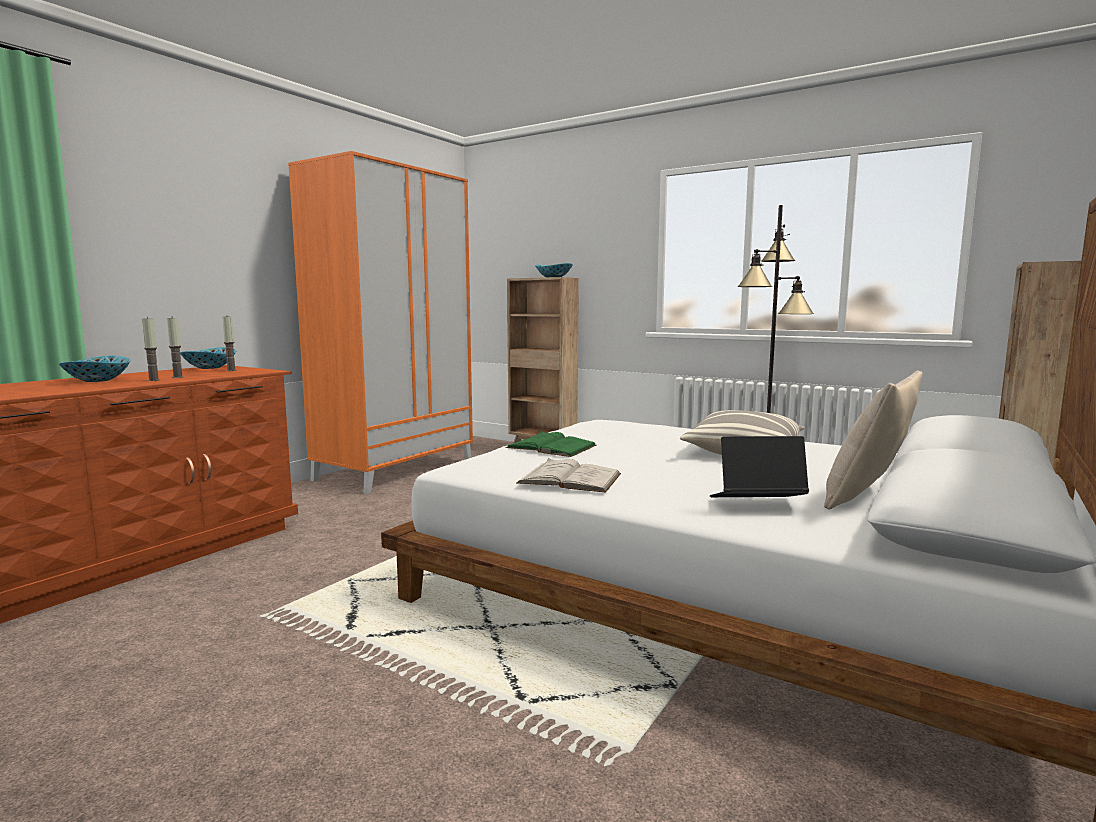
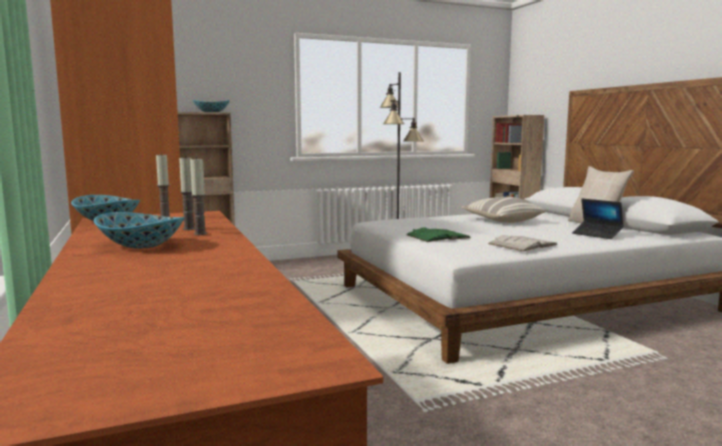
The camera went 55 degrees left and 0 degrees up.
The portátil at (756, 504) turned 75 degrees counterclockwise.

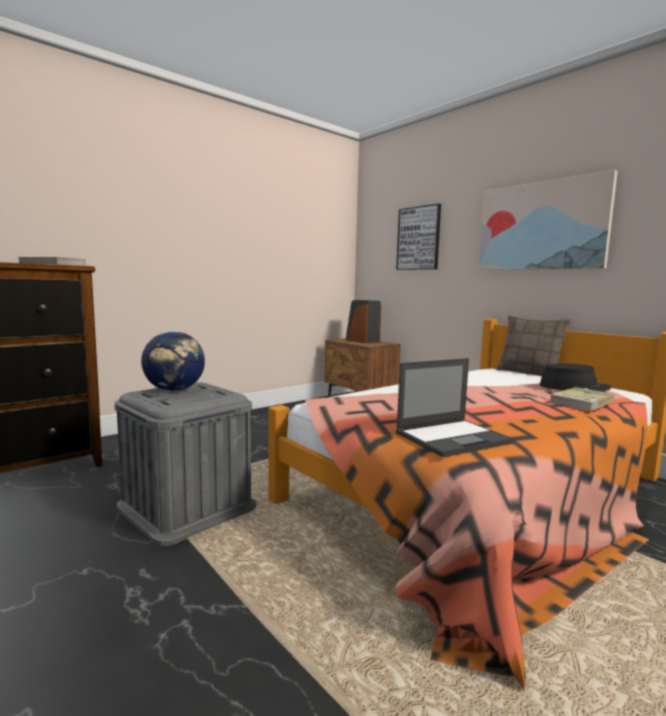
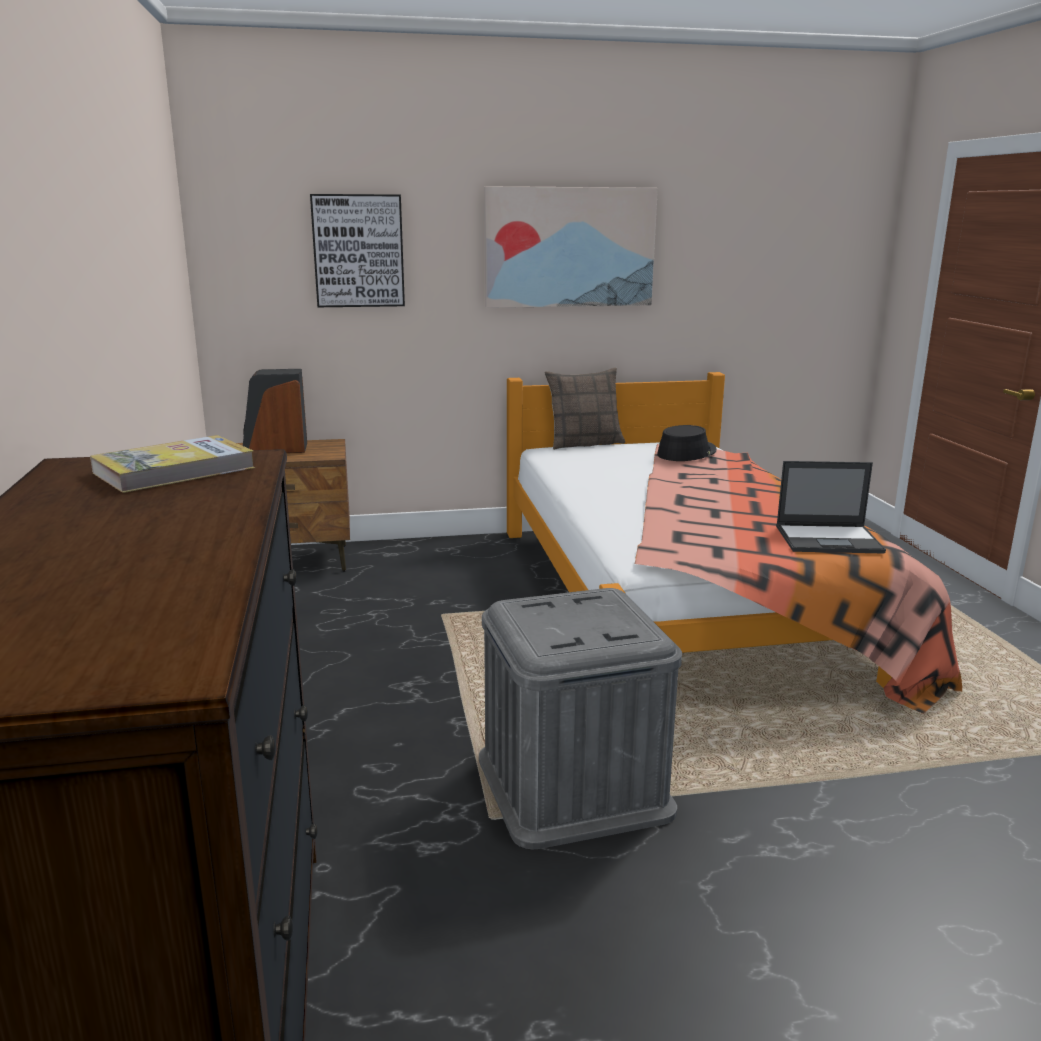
The camera went 60 degrees left and 10 degrees up.
The globo terráqueo at (175, 390) disappeared.
The libro at (582, 402) disappeared.
The portátil at (454, 437) turned 90 degrees clockwise.

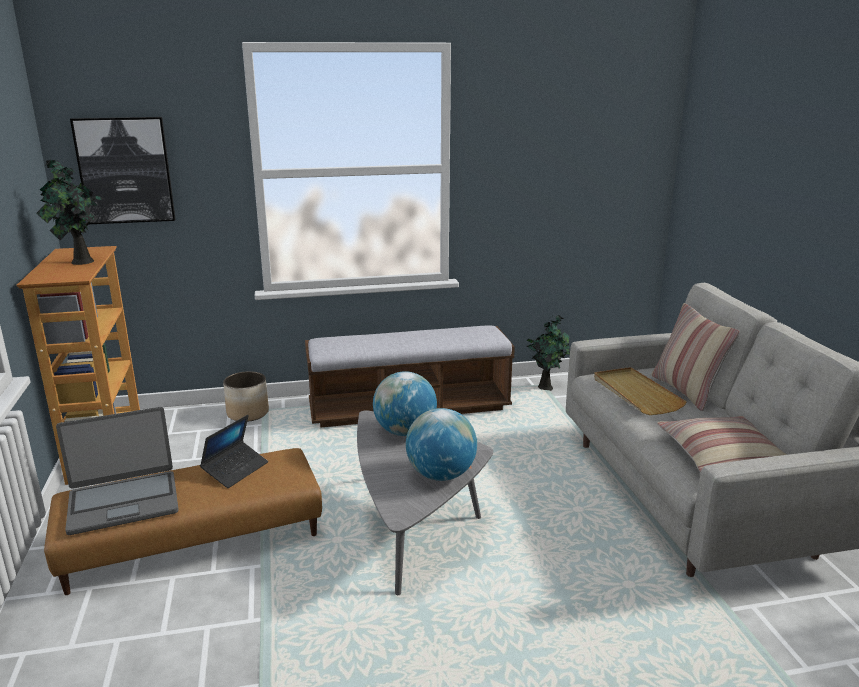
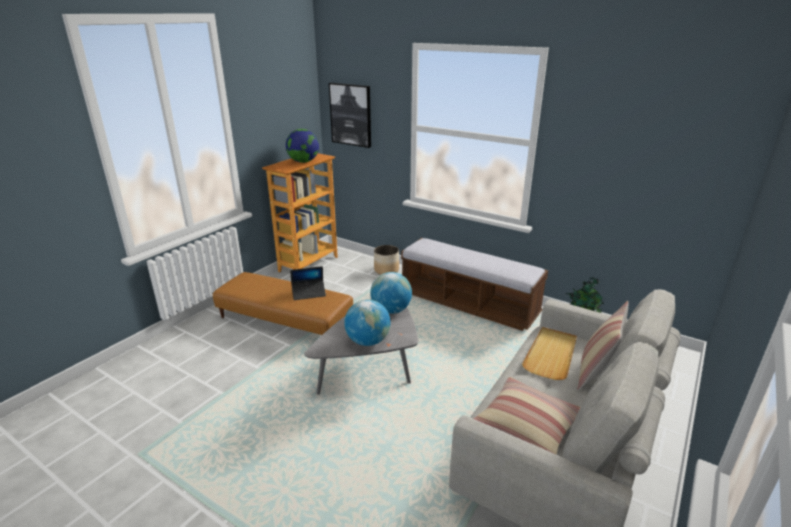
The camera went 45 degrees right and 5 degrees up.
The portátil at (123, 502) disappeared.
The planta en maceta at (80, 262) was replaced by the globo terráqueo at (303, 162).

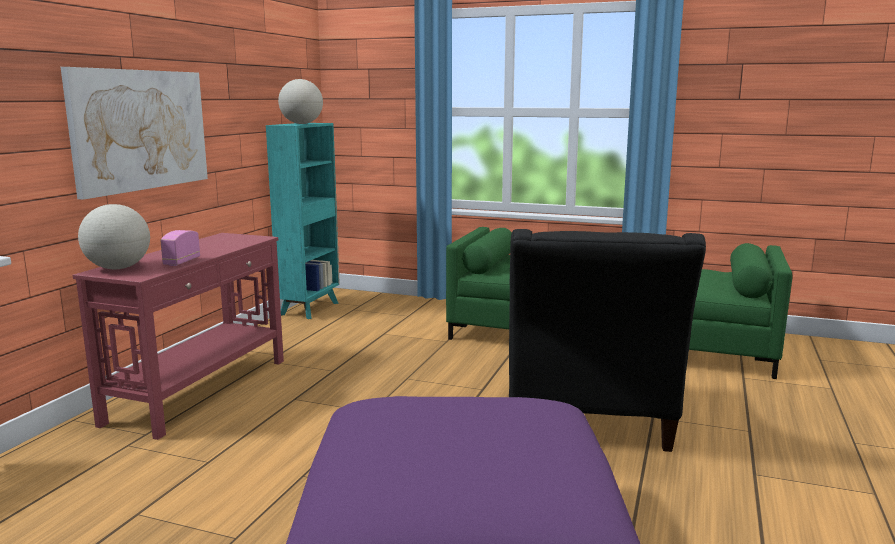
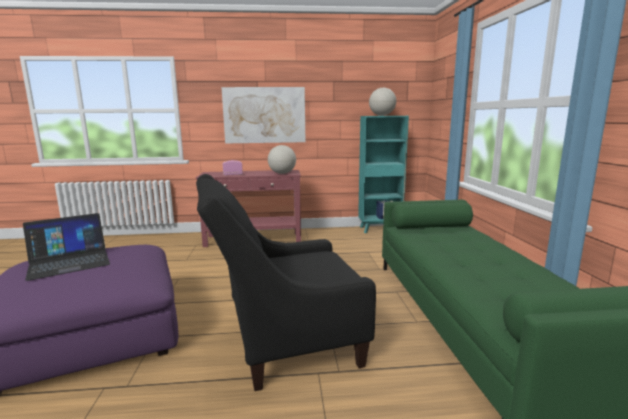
The camera went 65 degrees right and 0 degrees up.
The portátil at (69, 262) appeared.
The globo terráqueo moved from (118, 268) to (282, 173).

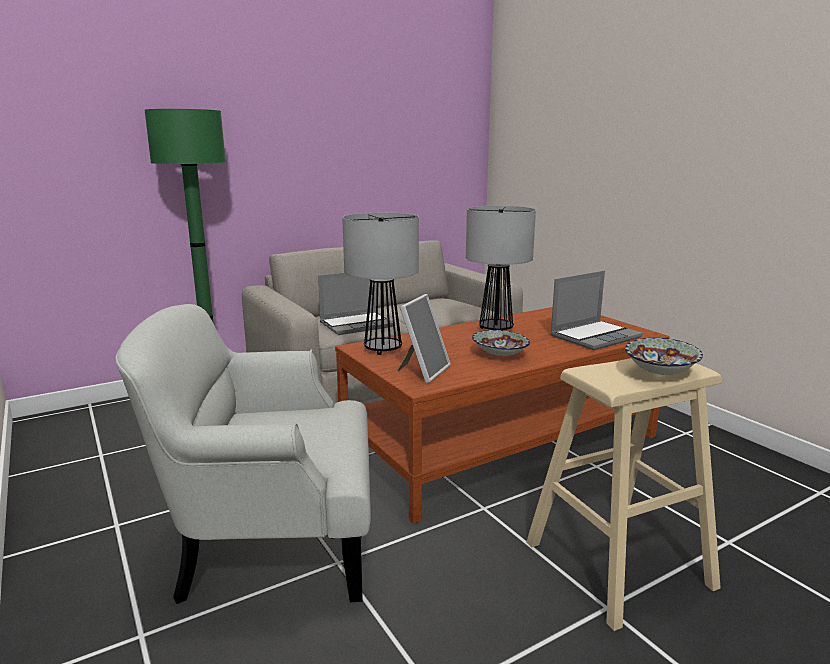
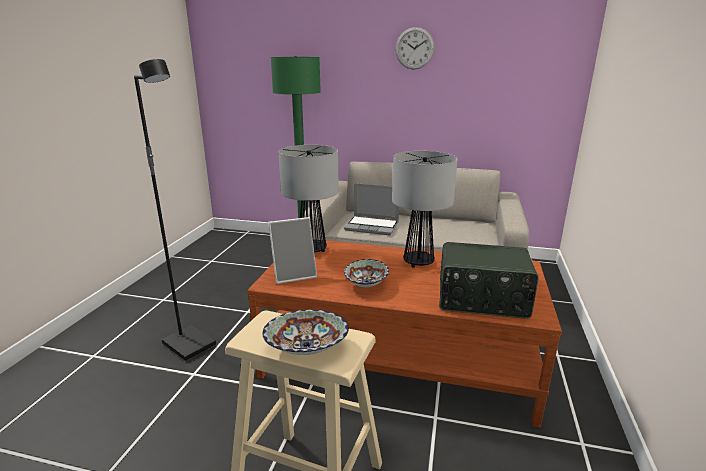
The camera went 45 degrees right and 5 degrees up.
The reloj de pared at (414, 48) appeared.
The sillón/blanco at (272, 542) was replaced by the lámpara de pie/negro at (190, 344).
The portátil at (595, 336) was replaced by the radio at (482, 300).

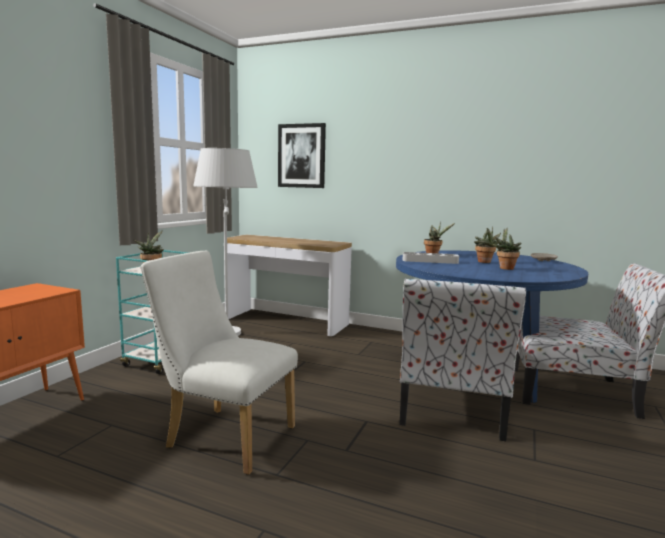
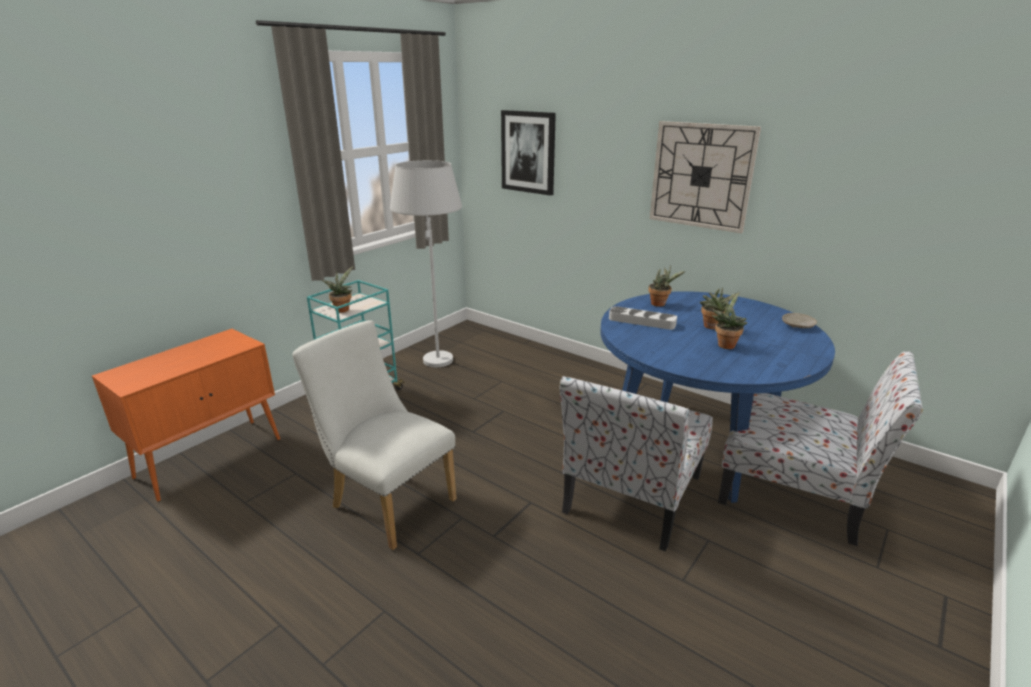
The camera went 15 degrees right and 15 degrees up.
The mesa consola at (286, 322) disappeared.
The reloj de pared at (701, 176) appeared.

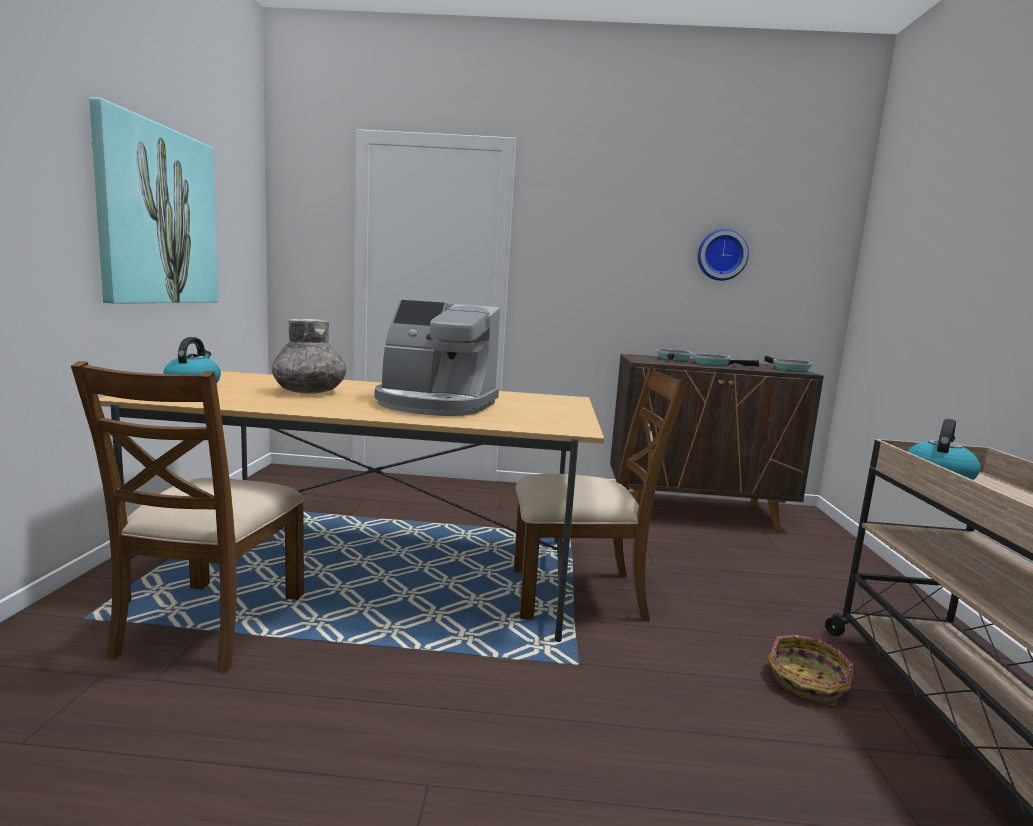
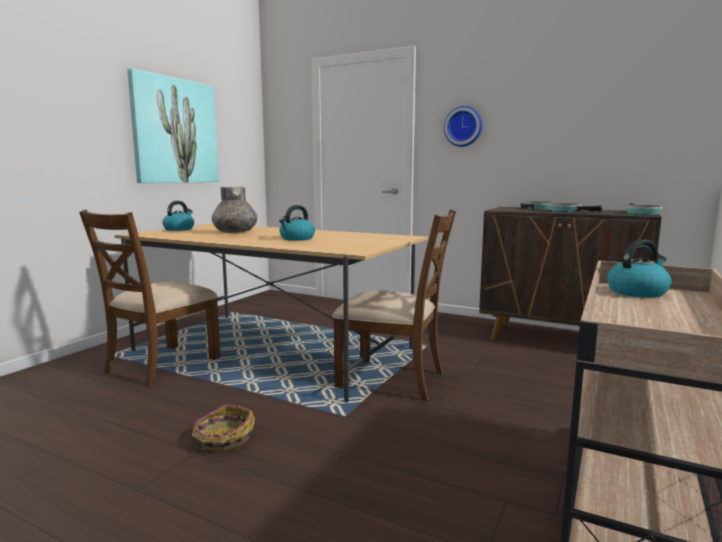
The camera went 25 degrees right and 0 degrees up.
The reloj de pared moved from (721, 255) to (463, 126).
The cesta moved from (806, 683) to (223, 439).
The cafetera at (435, 404) was replaced by the hervidor at (297, 238).

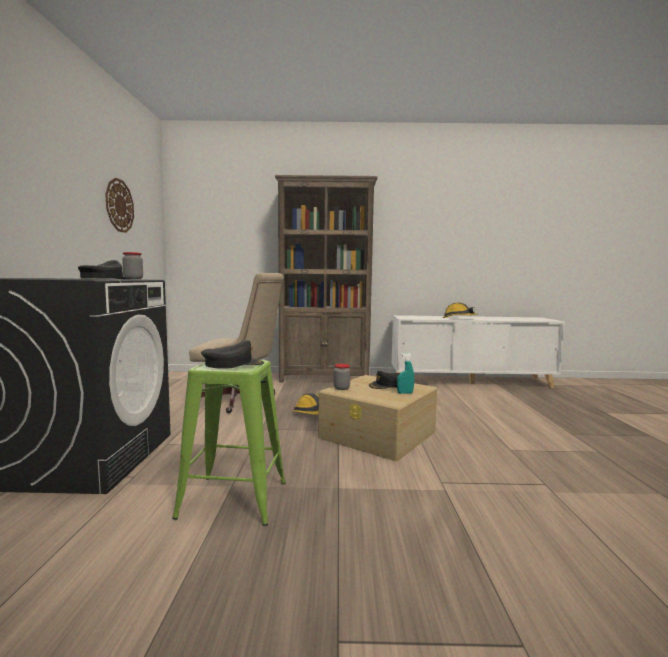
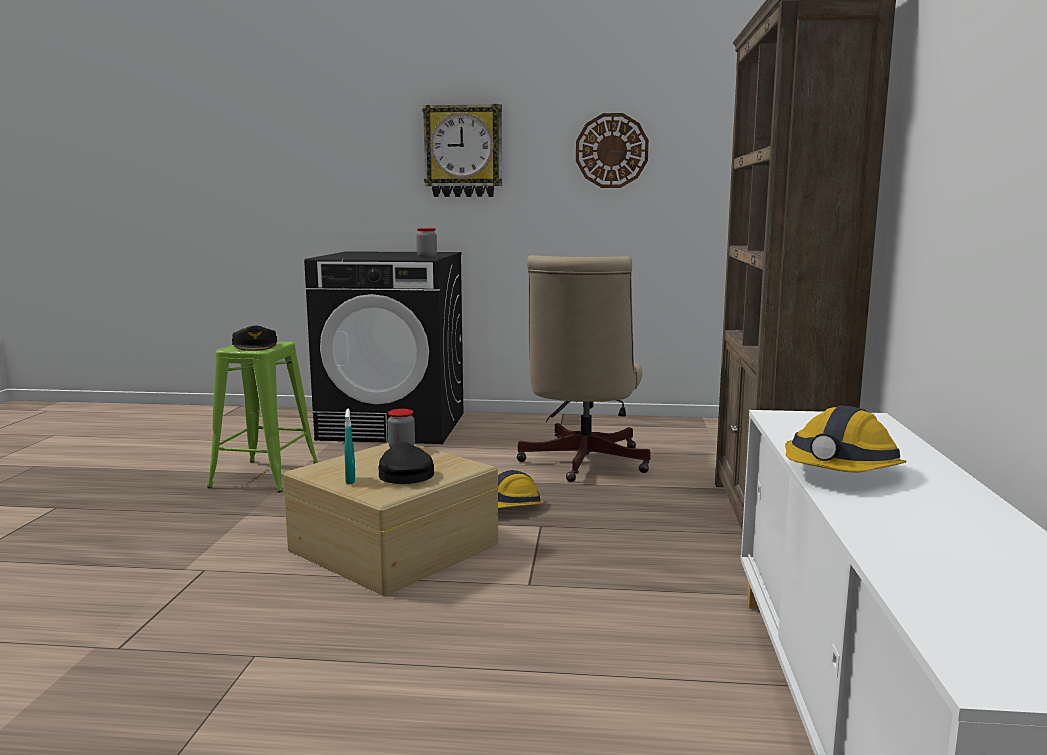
The camera went 95 degrees right and 5 degrees up.
The gorra/negro at (105, 279) disappeared.
The reloj de pared at (463, 151) appeared.

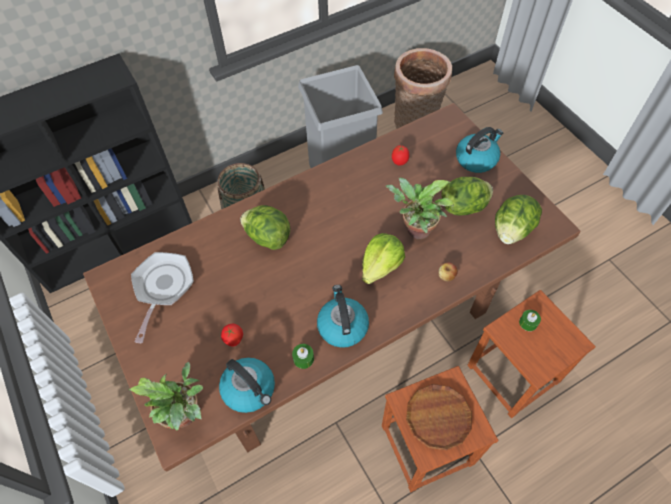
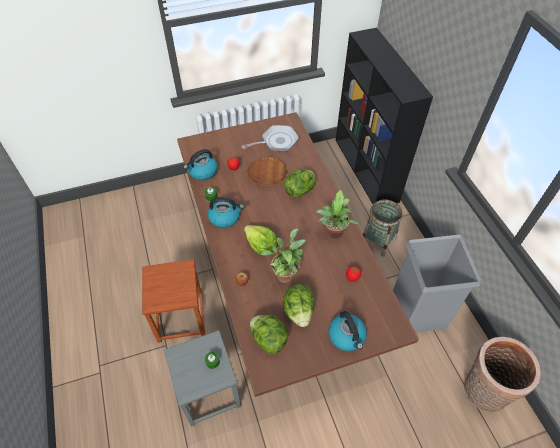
The camera went 100 degrees right and 5 degrees down.
The planta en maceta moved from (186, 414) to (333, 233).
The plato/marrón moved from (438, 417) to (267, 173).
The taburete/marrón at (513, 374) became the taburete/gris at (208, 392).
The sartén at (162, 288) turned 45 degrees counterclockwise.

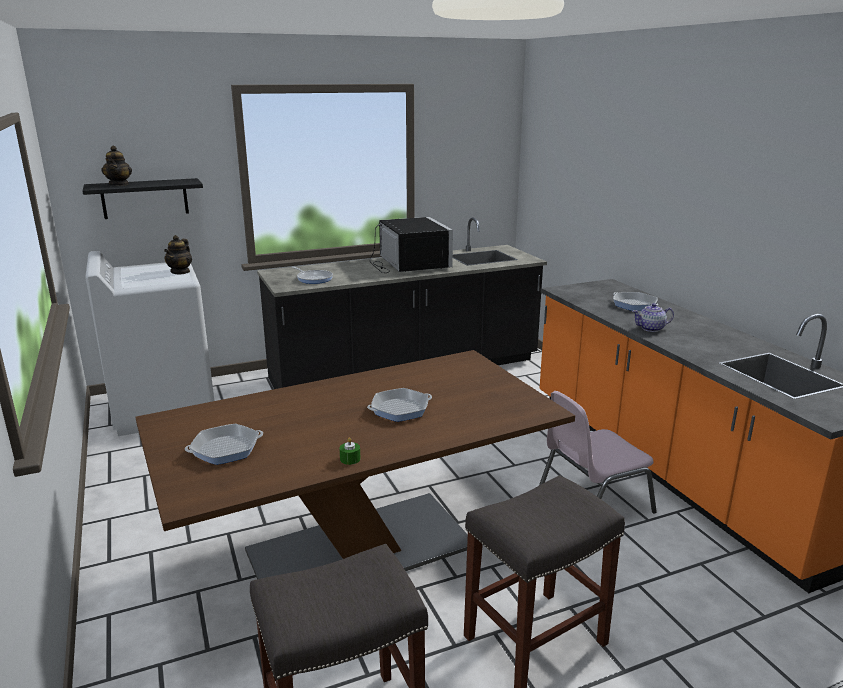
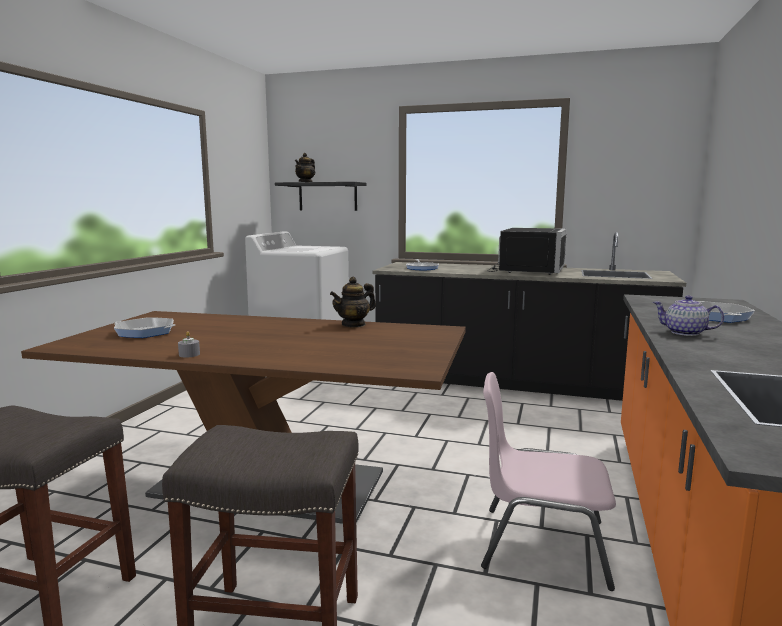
The camera went 40 degrees right and 10 degrees down.
The sartén at (400, 409) disappeared.
The tetera moved from (180, 272) to (354, 324).
The vela/verde at (350, 459) became the vela/gris at (189, 354).

